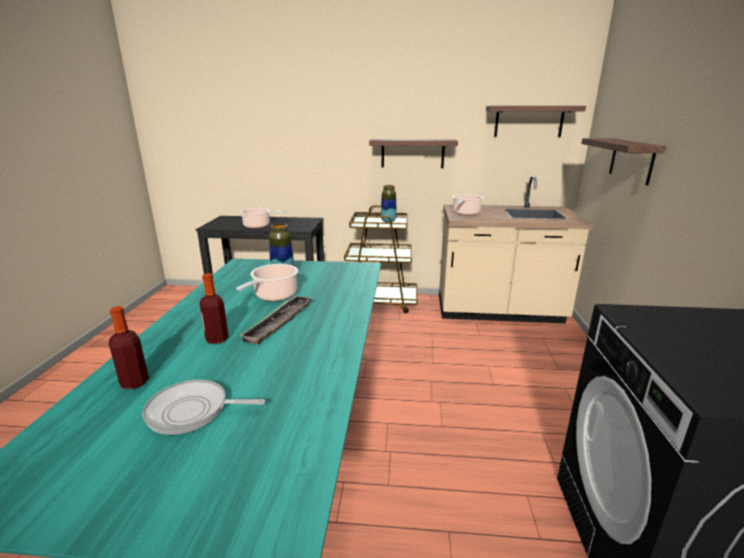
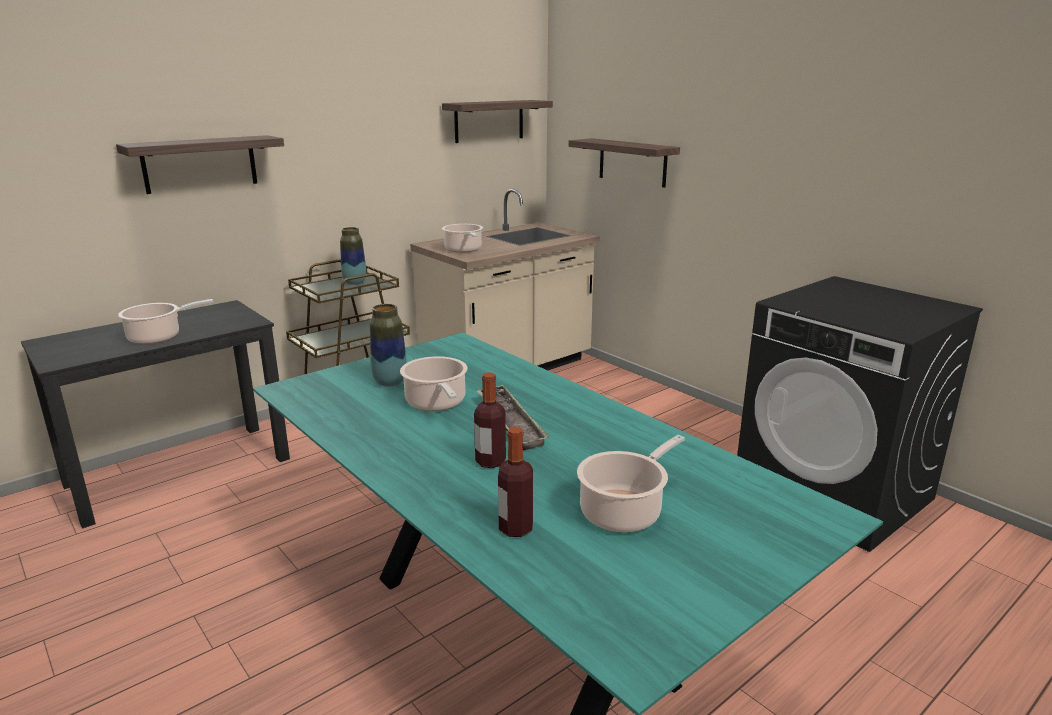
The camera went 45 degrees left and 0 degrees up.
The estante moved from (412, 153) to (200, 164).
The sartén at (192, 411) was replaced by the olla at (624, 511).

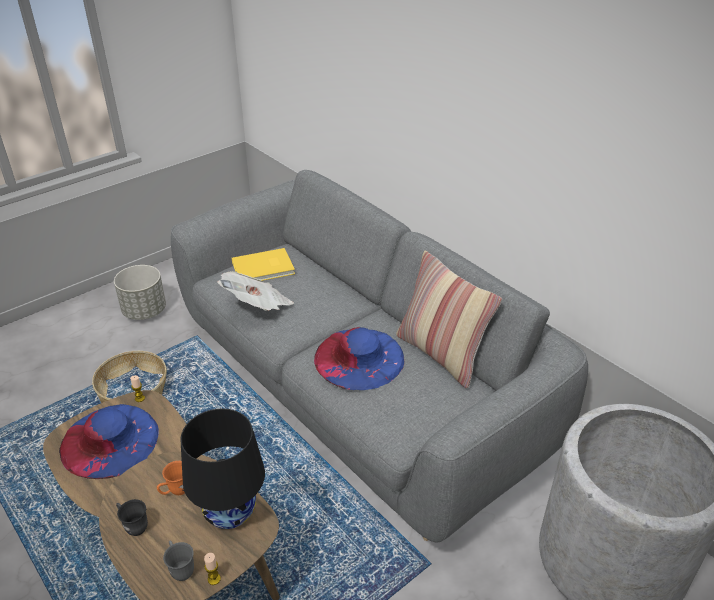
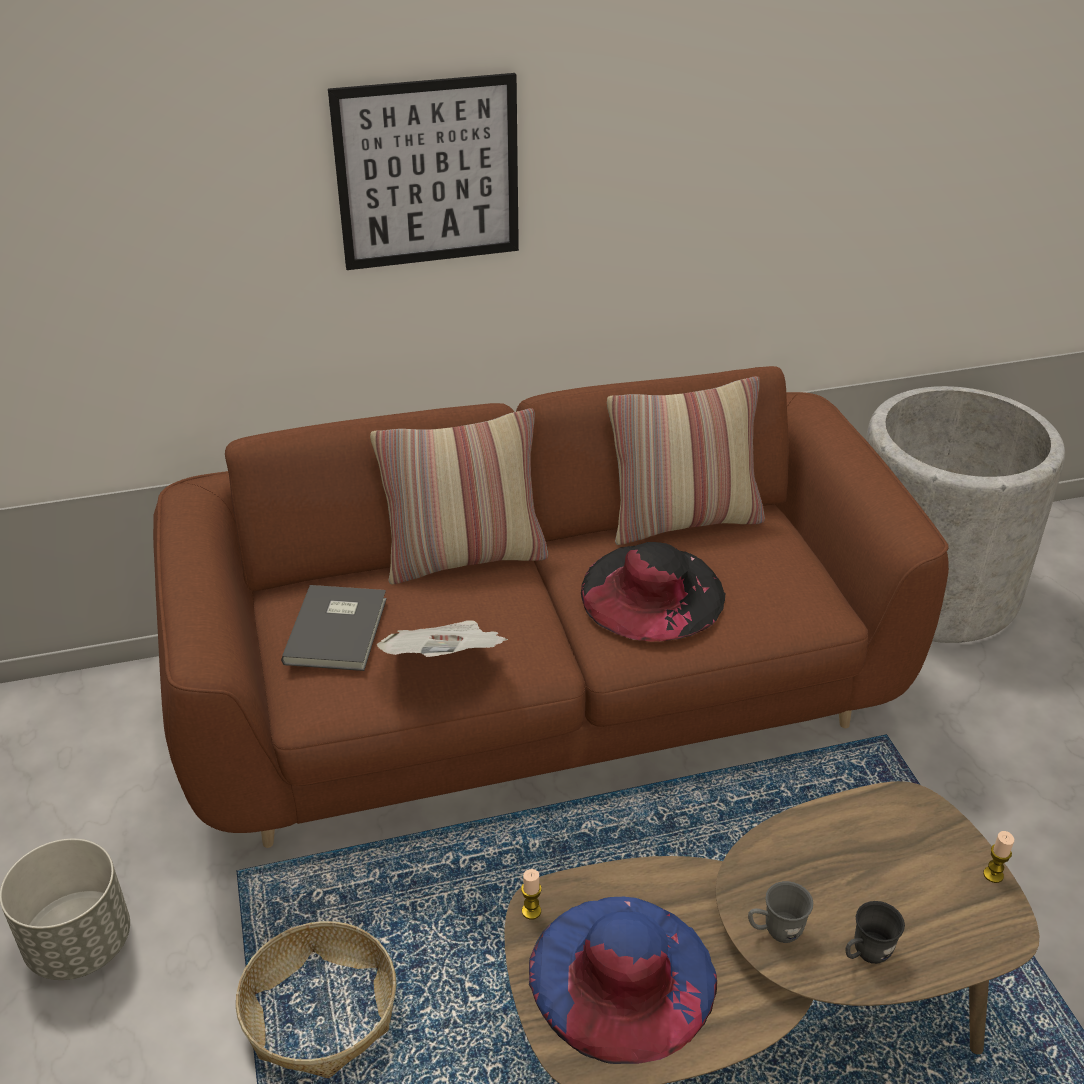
The camera went 65 degrees left and 0 degrees up.
The taza grande/naranja at (175, 491) disappeared.
The lámpara de mesa/negro at (230, 512) disappeared.
The cuadro at (428, 173) appeared.
The cojín at (465, 557) appeared.
The taza grande/gris moved from (180, 568) to (775, 932).
The sofá/gris at (357, 393) became the sofá/marrón at (541, 702).
The libro/amarillo at (264, 268) became the libro/gris at (339, 629).
The sombrero/azul at (359, 358) became the sombrero/negro at (652, 592).

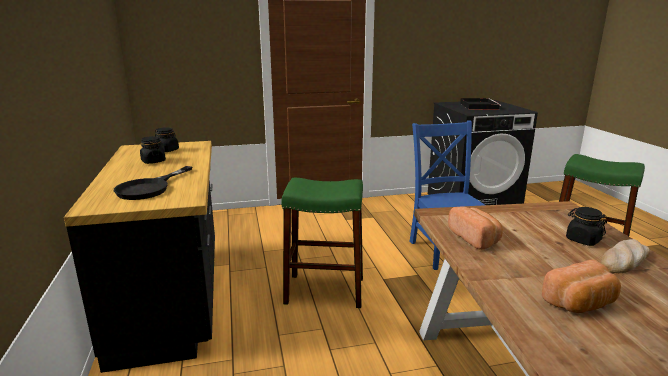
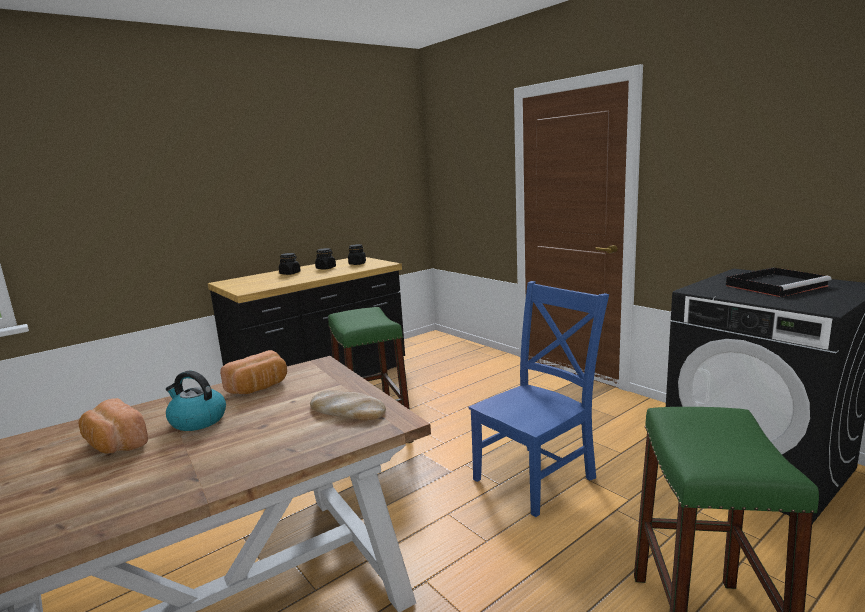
The camera went 65 degrees right and 5 degrees down.
The sartén/negro at (149, 188) disappeared.
The hervidor at (197, 420) appeared.
The tarro/negro moved from (582, 240) to (290, 273).
The pan moved from (624, 260) to (346, 410).

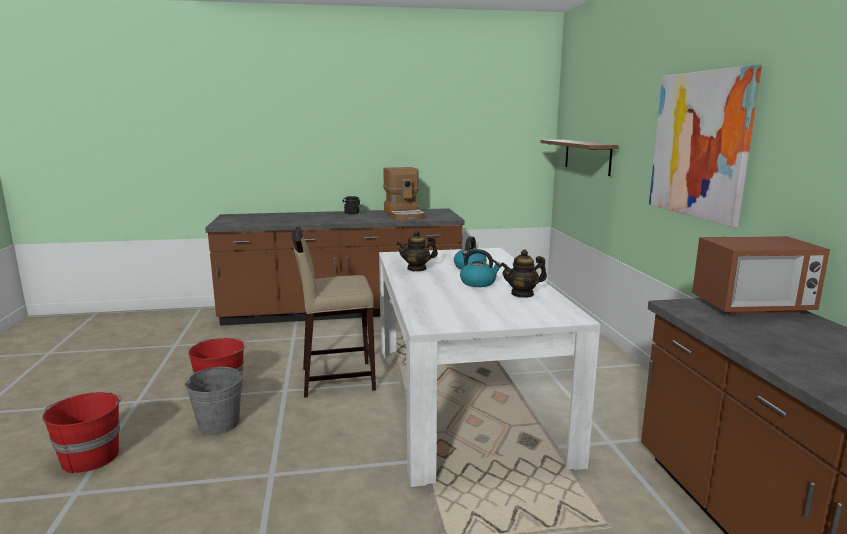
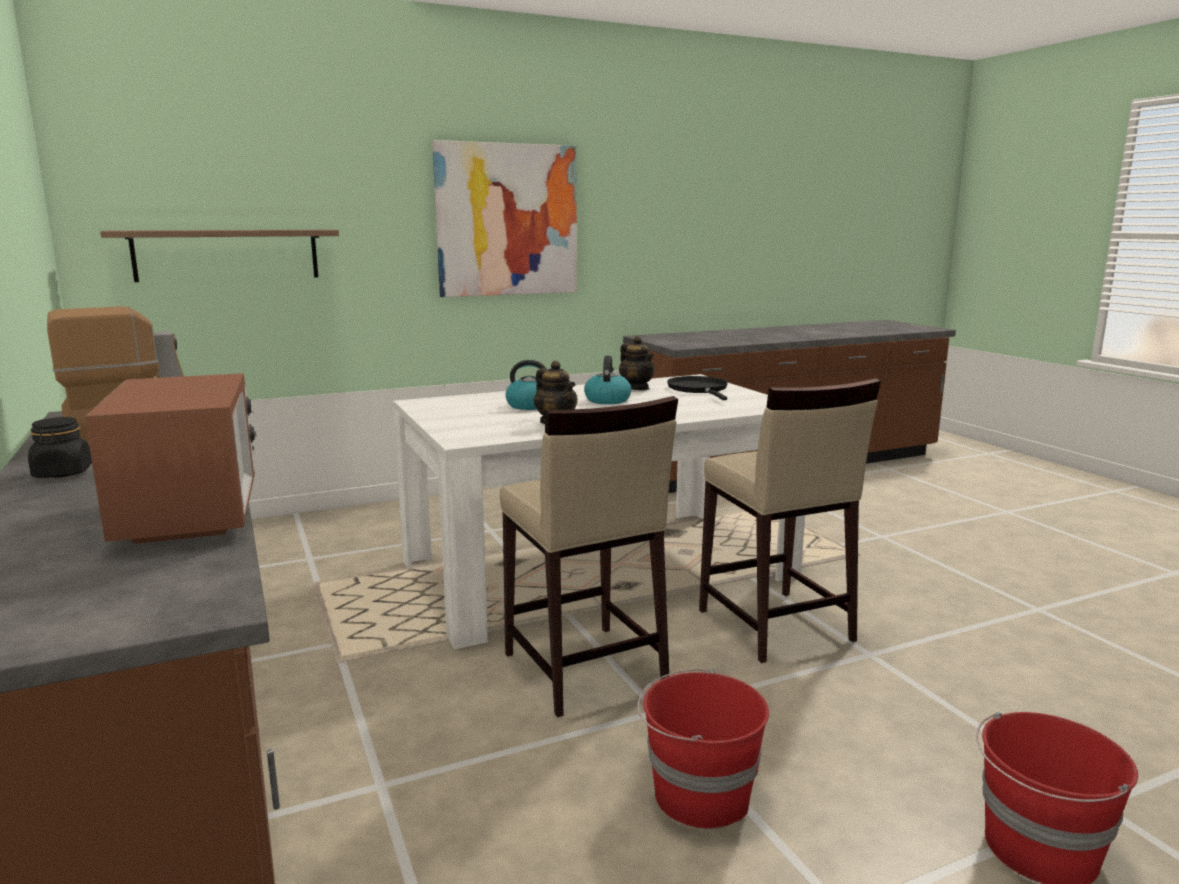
The camera went 105 degrees left and 0 degrees up.
The cubo/gris at (219, 424) disappeared.
The sartén/negro at (699, 389) appeared.
The taburete/beis at (774, 626) appeared.
The microondas moved from (751, 307) to (191, 515).

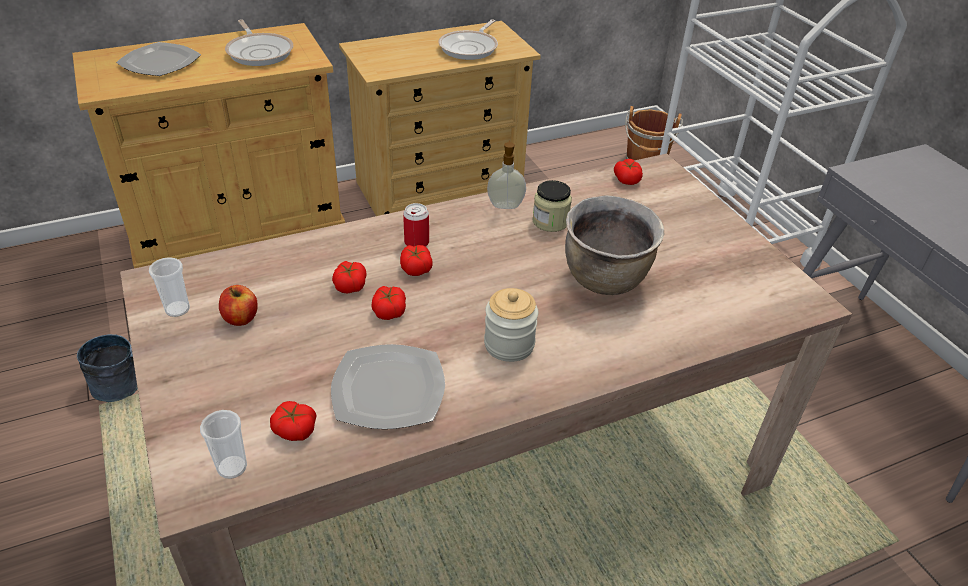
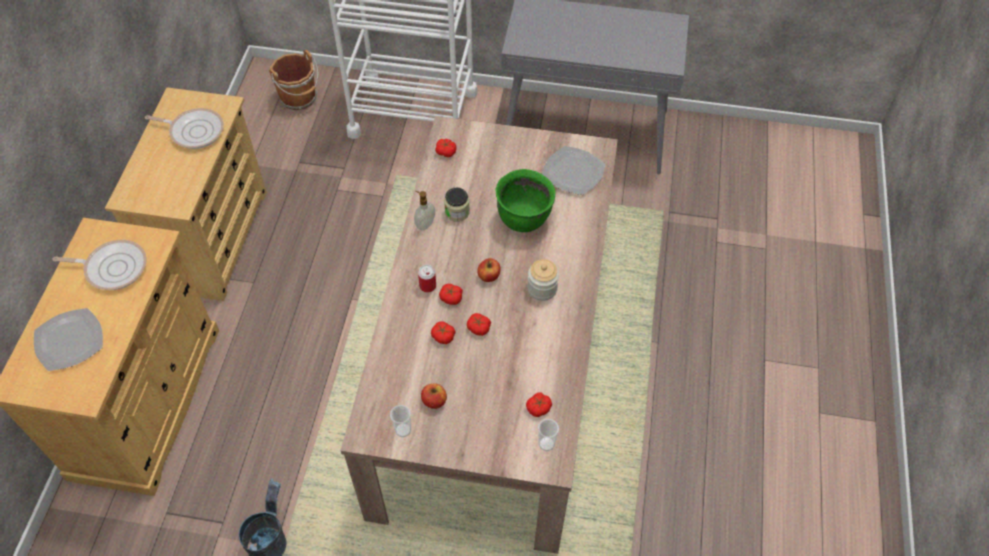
The camera went 55 degrees left and 15 degrees up.
The manzana at (489, 276) appeared.
The plato moved from (389, 388) to (573, 171).
The olla/marrón at (605, 279) became the olla/verde at (524, 218).
The sartén at (470, 48) turned 45 degrees counterclockwise.

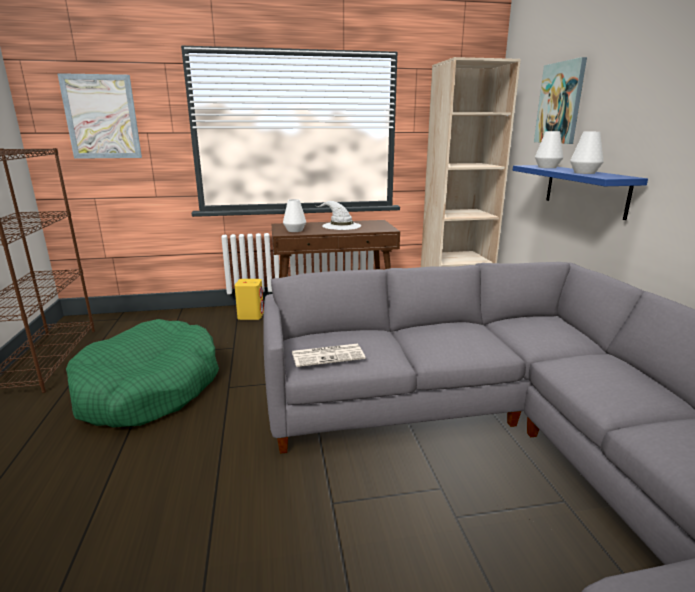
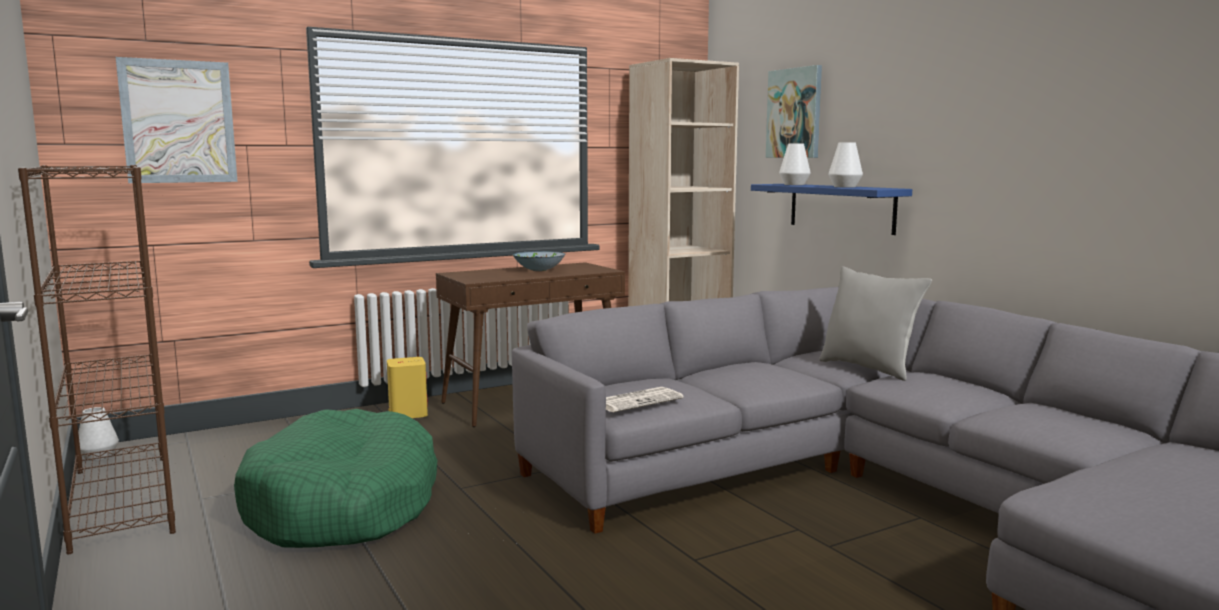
The camera went 20 degrees left and 10 degrees down.
The cojín/gris at (869, 368) appeared.
The florero/blanco moved from (295, 230) to (99, 456).
The sombrero/blanco at (341, 226) was replaced by the cuenco at (539, 270).

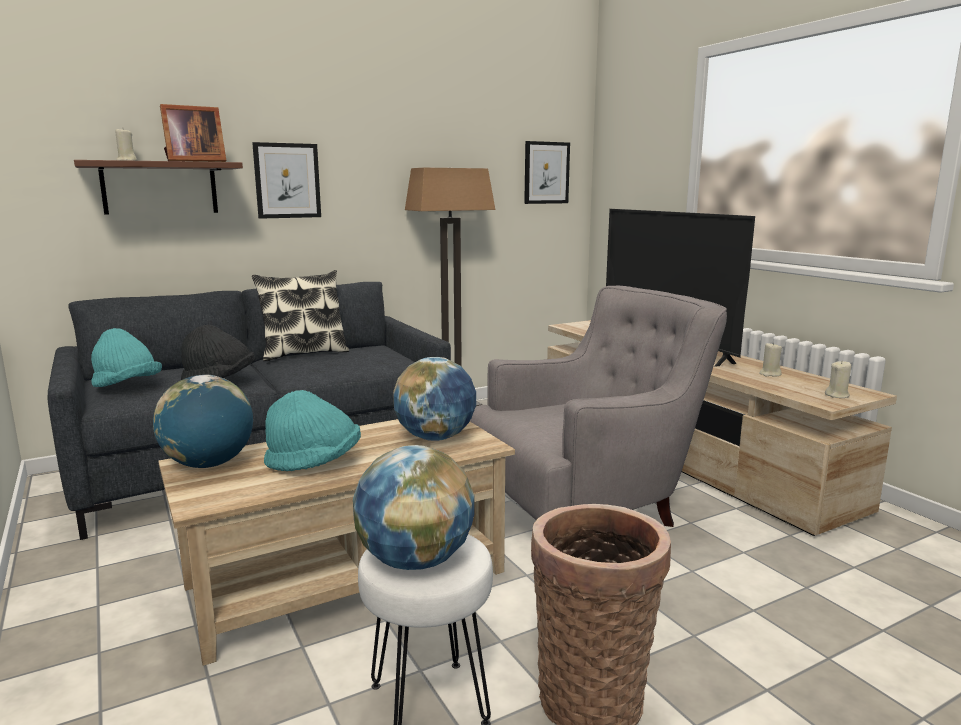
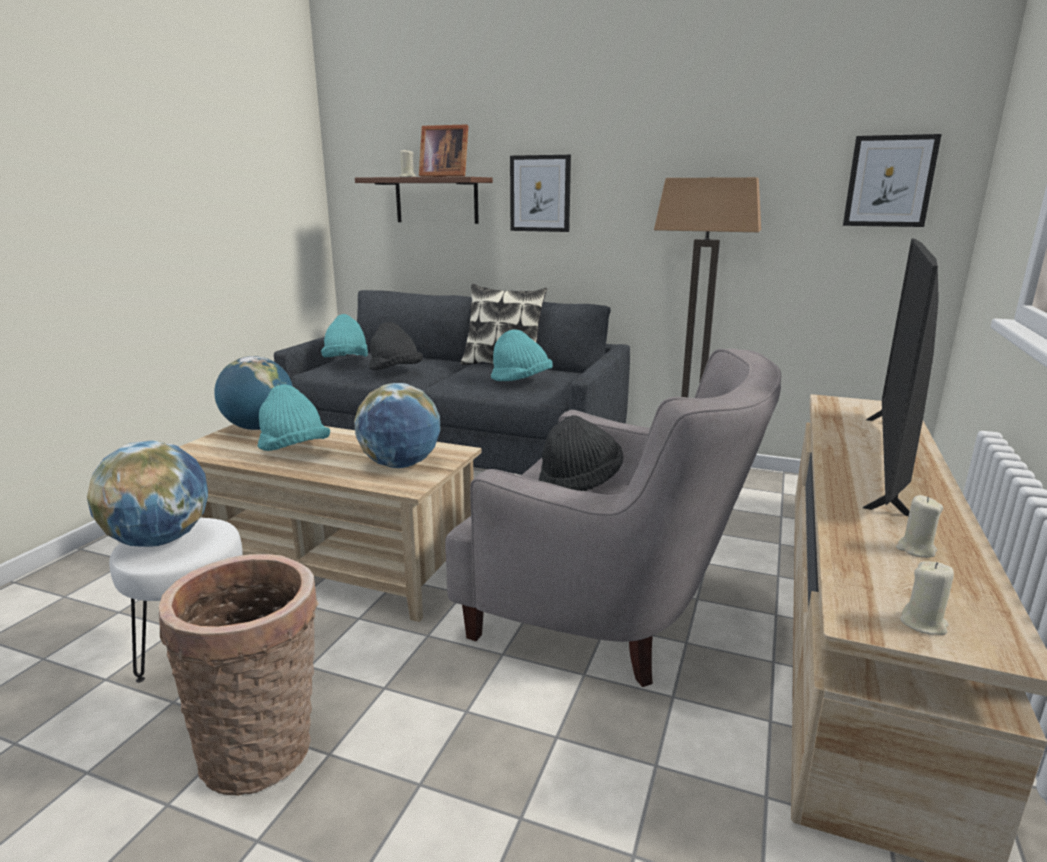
The camera went 50 degrees right and 5 degrees up.
The sombrero/turquesa at (521, 381) appeared.
The sombrero/negro at (580, 481) appeared.

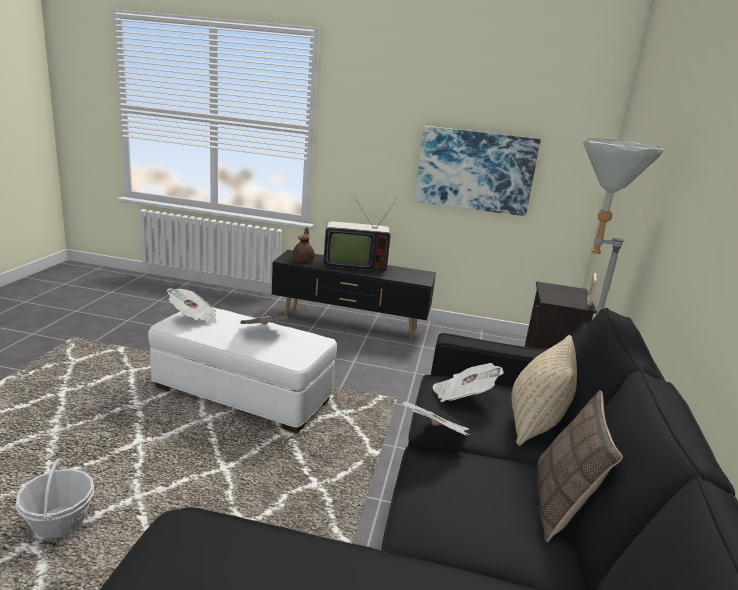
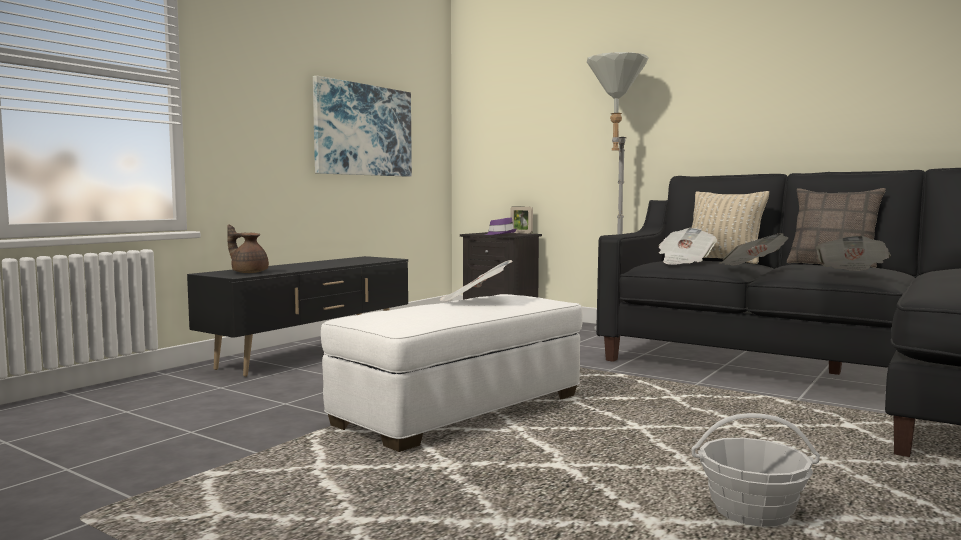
The camera went 65 degrees left and 15 degrees down.
The televisor at (353, 266) disappeared.
The sombrero/morado at (500, 234) appeared.
The periódico moved from (194, 318) to (851, 273).

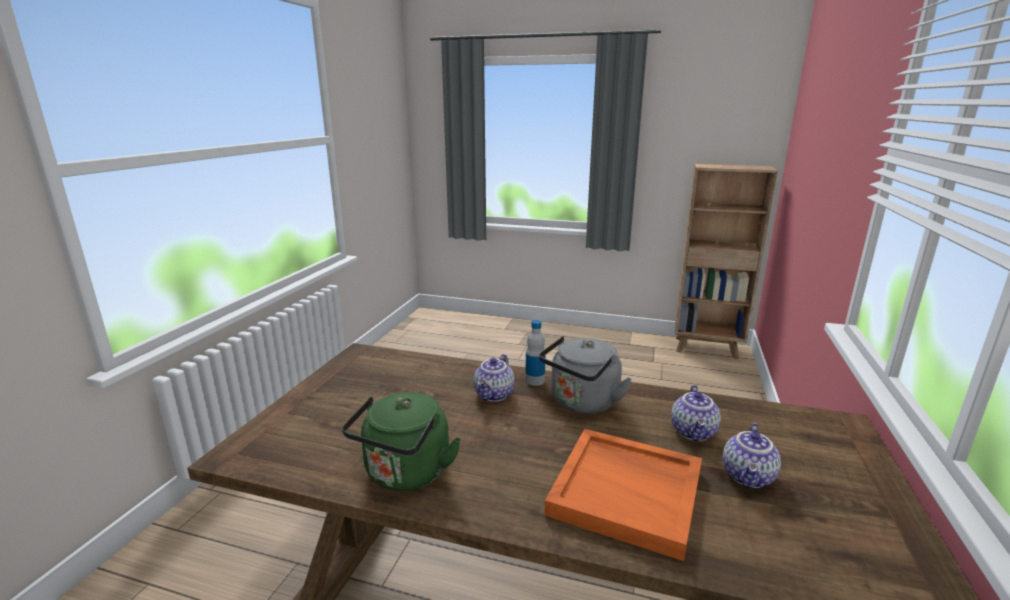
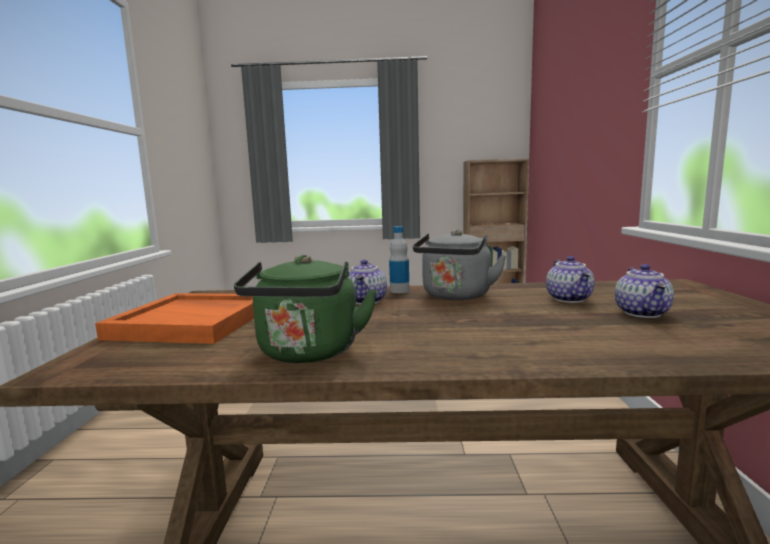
The camera went 15 degrees left and 10 degrees down.
The bandeja/naranja moved from (627, 492) to (194, 322).

